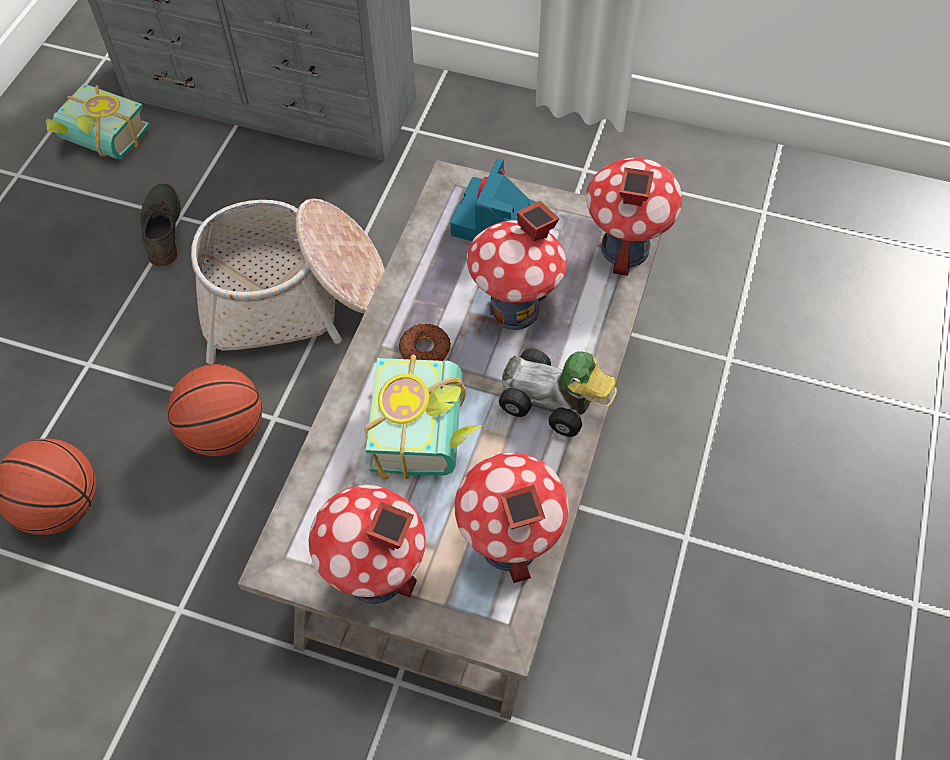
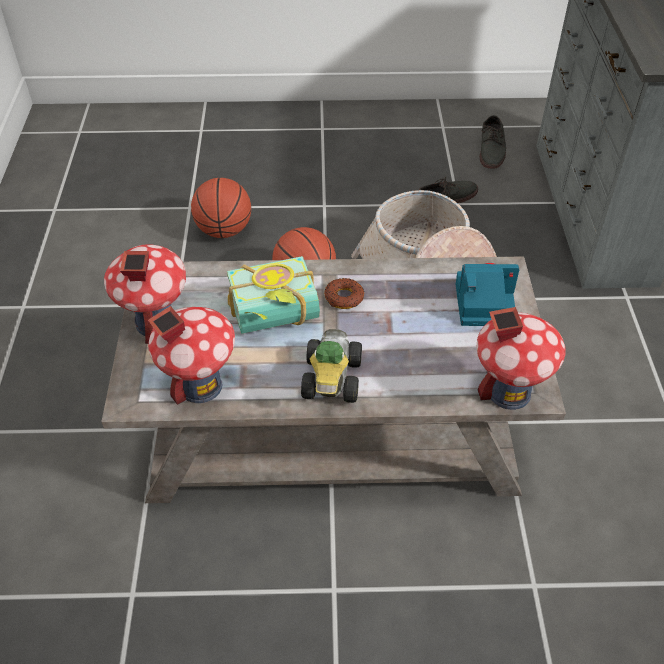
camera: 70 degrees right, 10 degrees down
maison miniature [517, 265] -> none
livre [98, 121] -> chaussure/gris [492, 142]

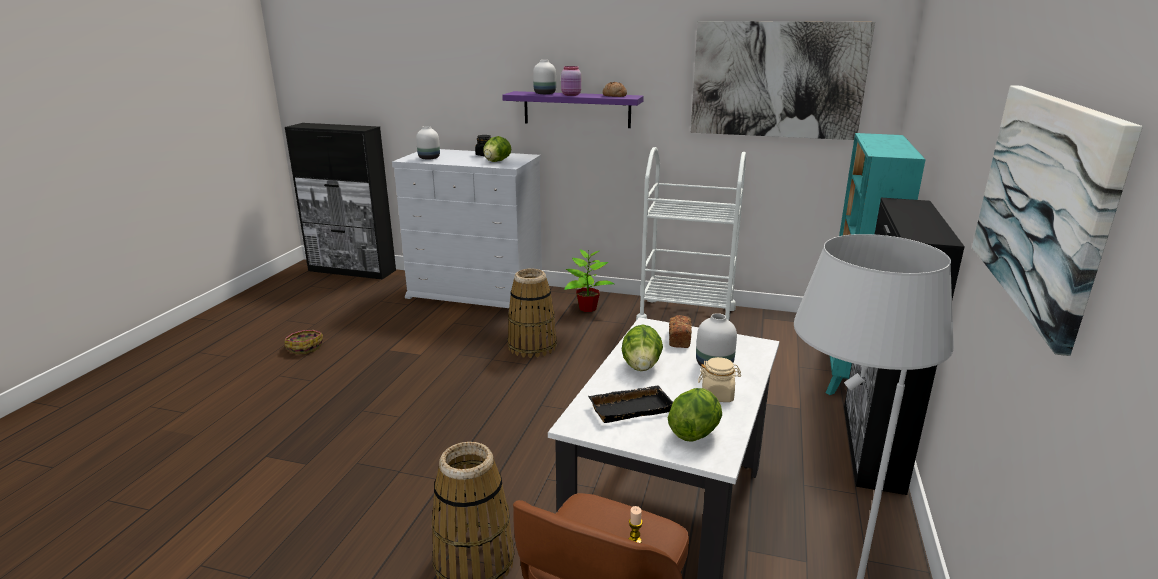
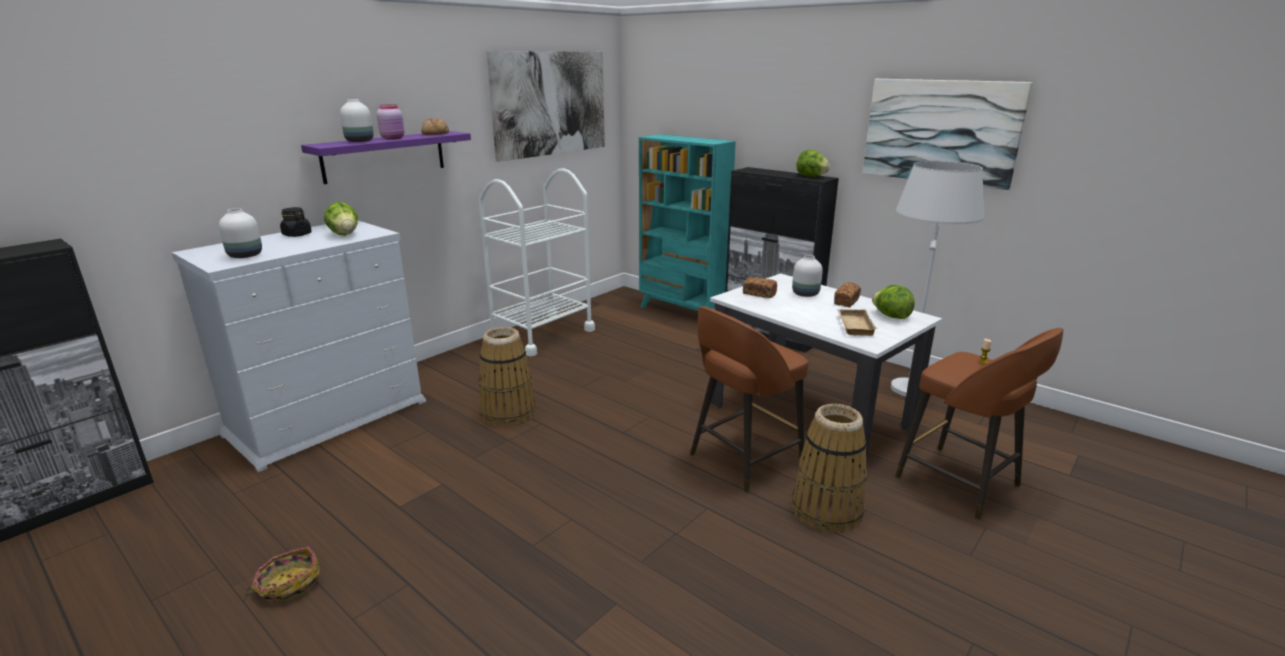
camera: 65 degrees left, 0 degrees up
plante en pot [589, 280] -> none
none -> tabouret/marron [749, 399]
laitue [642, 348] -> laitue [813, 163], moved
bocal/beige [719, 379] -> pain [847, 294]
plateau/noir [630, 404] -> plateau/beige [857, 322]

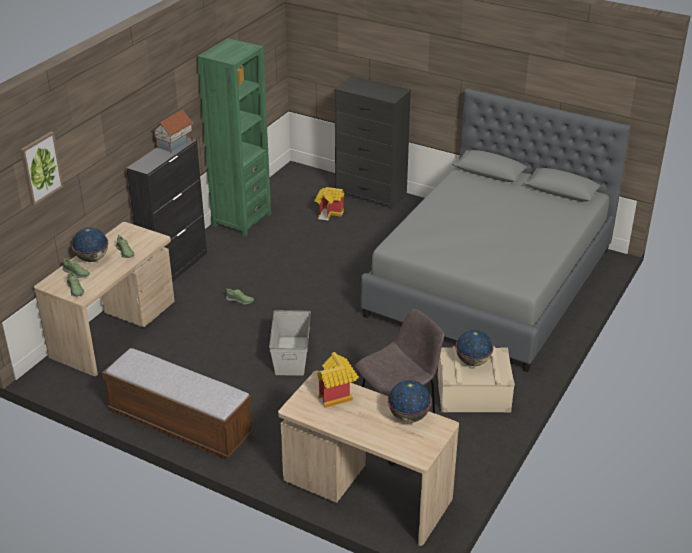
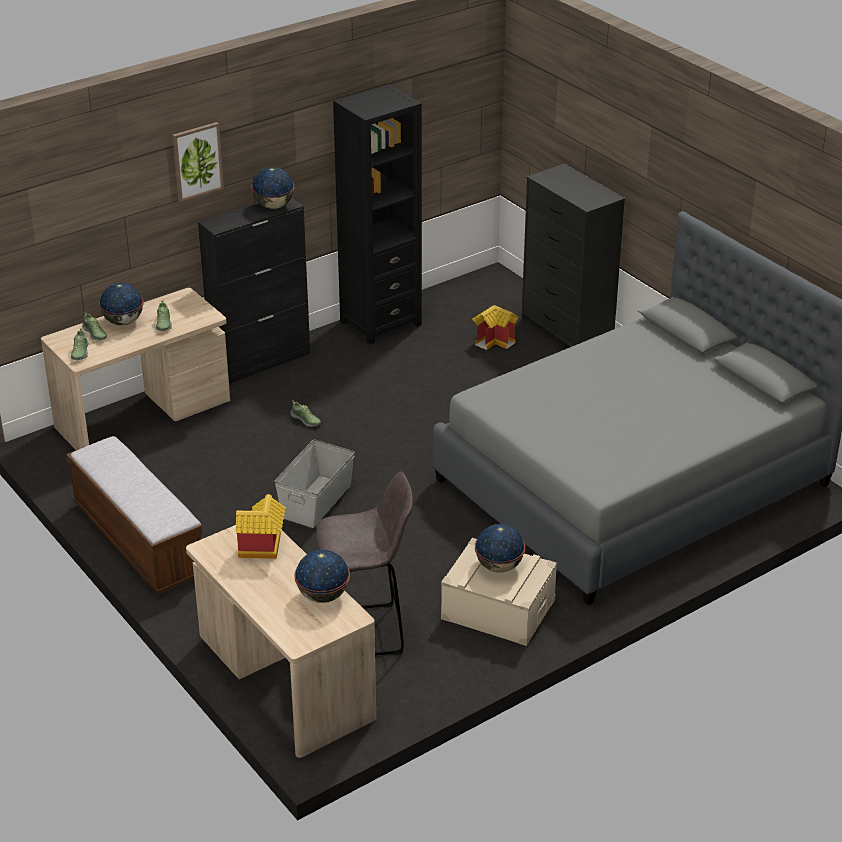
camera: 25 degrees right, 0 degrees up
tableau [42, 168] -> tableau [198, 162], moved
maison miniature [173, 131] -> globe [272, 188]
bibliothèque/vert [234, 137] -> bibliothèque/noir [377, 214]

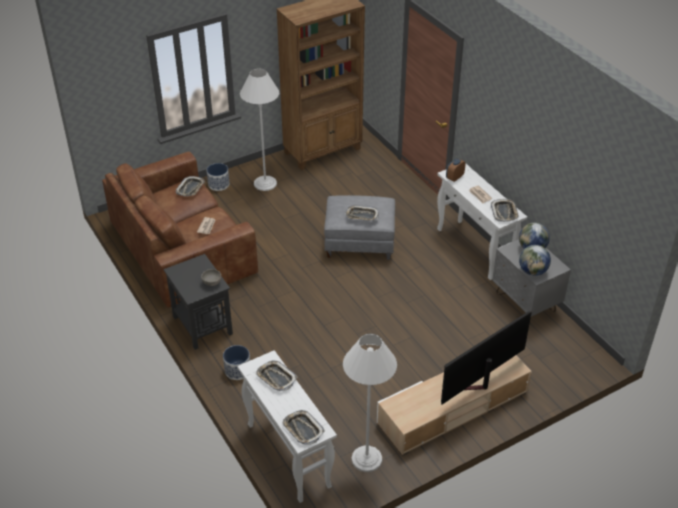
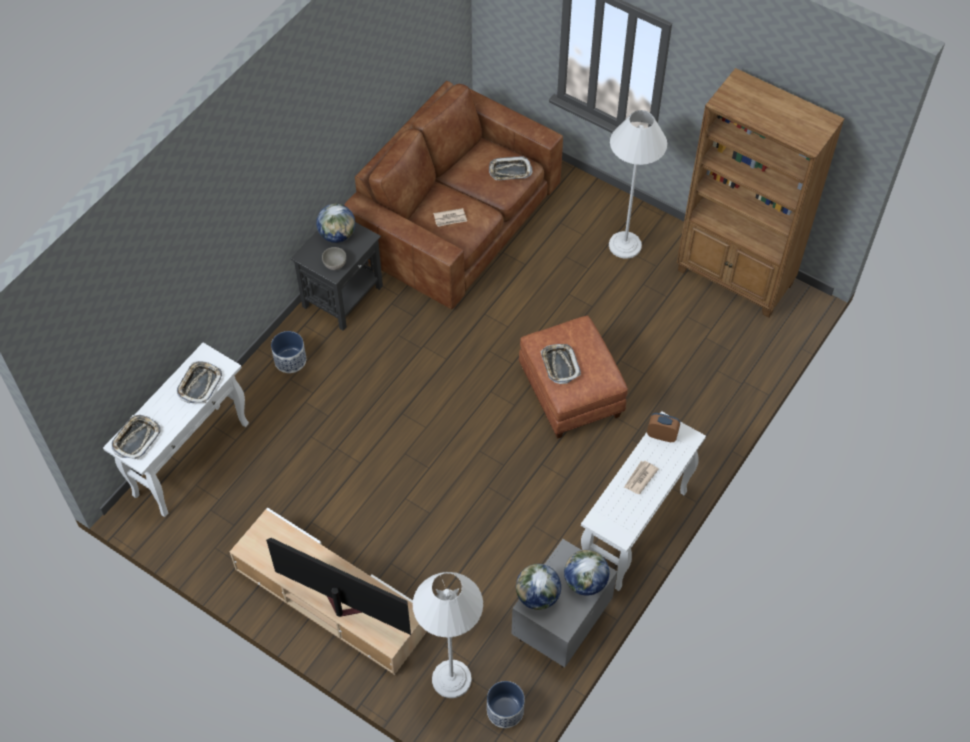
camera: 65 degrees right, 15 degrees up
plateau [505, 210] -> none
none -> globe [335, 223]
cache-pot [218, 177] -> cache-pot [506, 704], moved
lampadaire/blanc [370, 402] -> lampadaire/blanc [448, 635], moved
pouf/gris [359, 227] -> pouf/marron [573, 377]

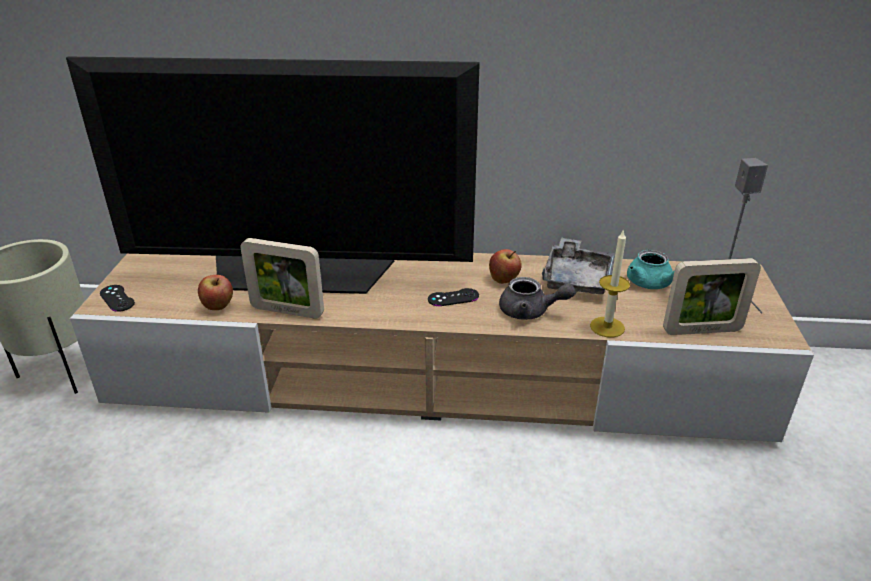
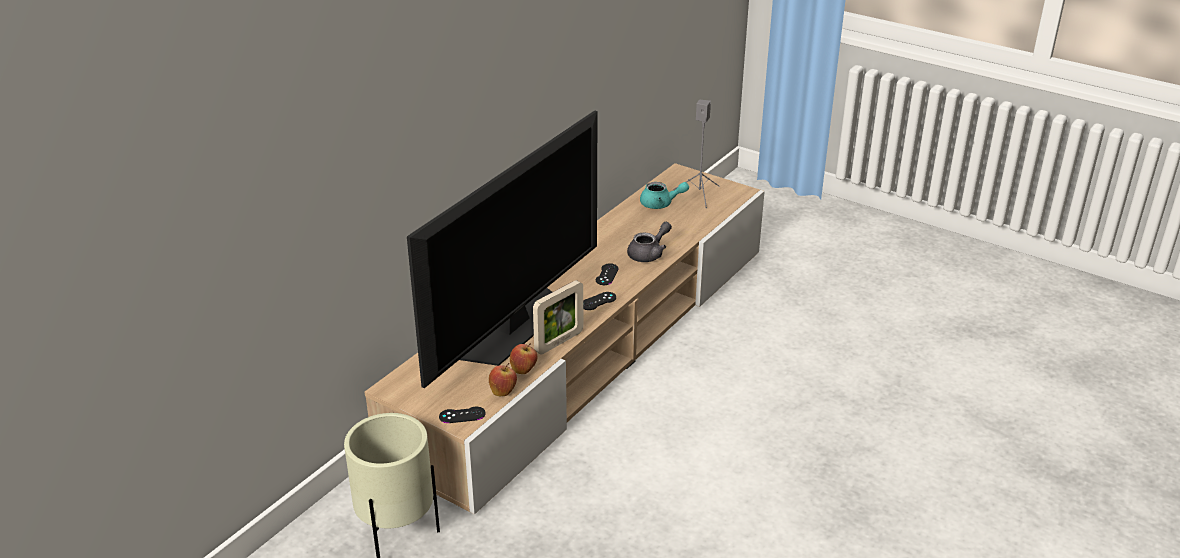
camera: 60 degrees left, 0 degrees up
plateau/gris [578, 265] -> none
bougie [610, 283] -> none
cadre photo [712, 296] -> none
none -> manette/noir [599, 301]
pomme [505, 266] -> pomme [503, 379], moved

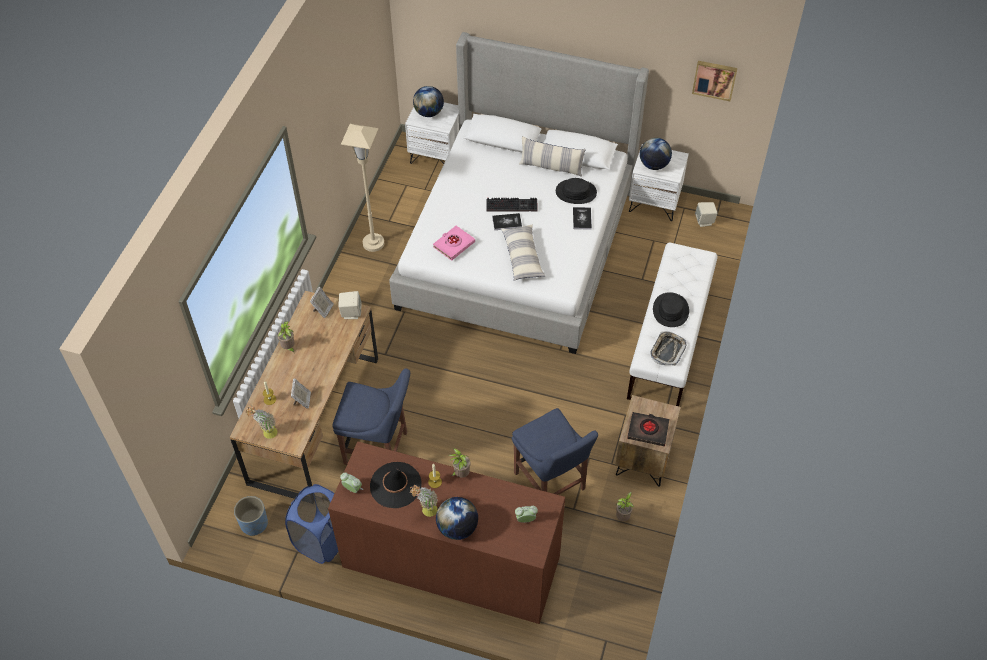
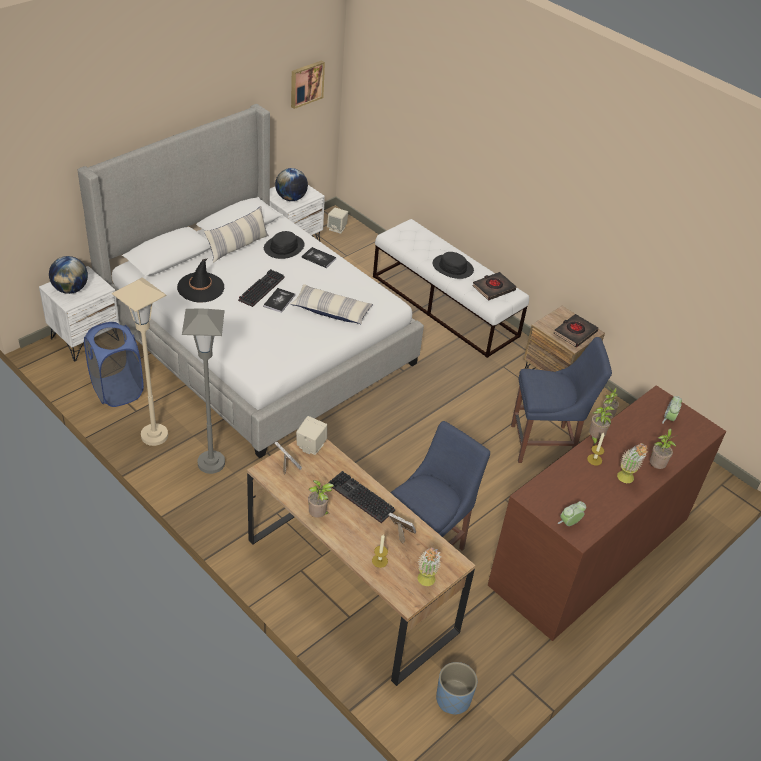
camera: 65 degrees left, 10 degrees down
livre/rose [454, 243] -> none
none -> lampadaire/gris [203, 391]
none -> clavier [362, 497]
panier à linge/bleu [312, 524] -> panier à linge/bleu [114, 364], moved
chapeau/noir [396, 485] -> chapeau/noir [200, 280], moved
globe [457, 518] -> plante en pot [663, 449]
plateau [668, 349] -> livre/noir [494, 286]

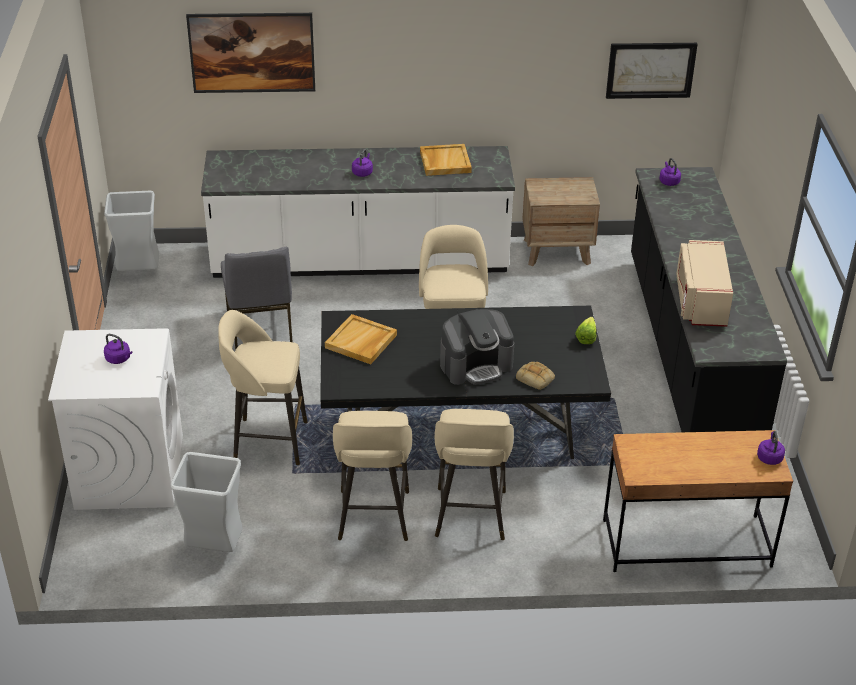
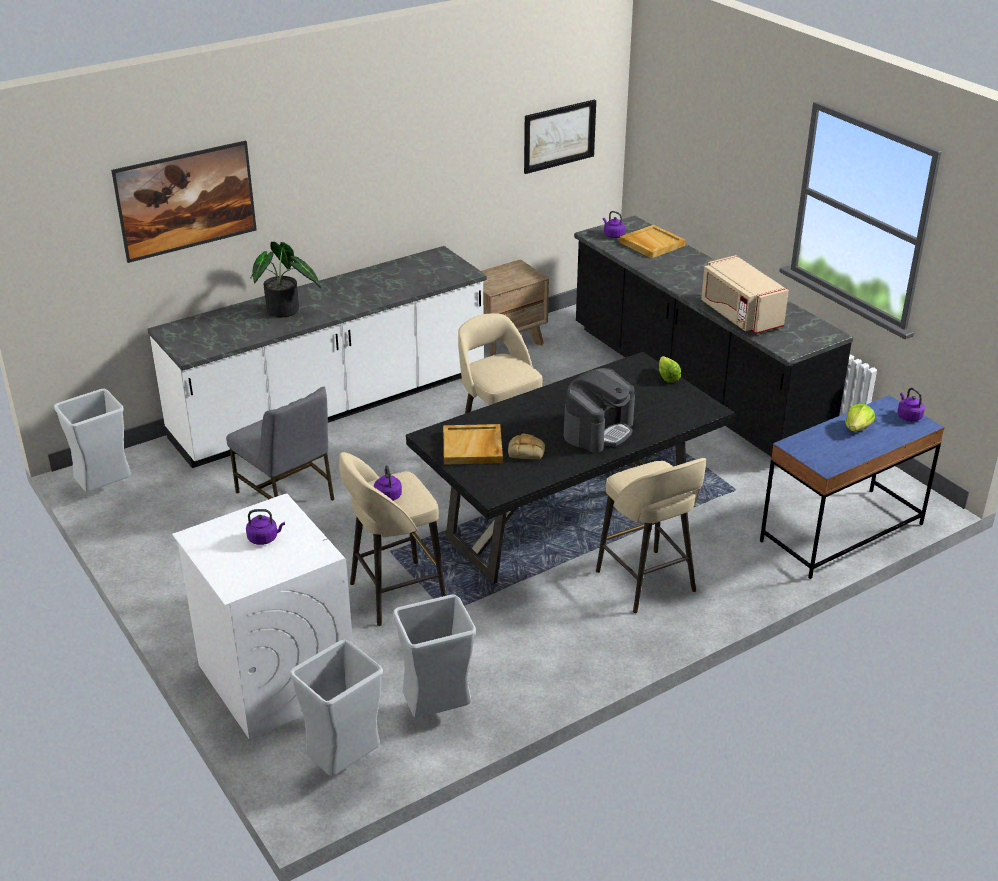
camera: 30 degrees left, 5 degrees down
tabouret/beige [372, 476] -> none
none -> plante en pot [285, 279]
none -> poubelle/gris [336, 708]
none -> laitue [860, 418]
bouilloire/violet [362, 163] -> bouilloire/violet [388, 483], moved
plateau/beige [446, 160] -> plateau/beige [653, 241], moved
pain [535, 376] -> pain [526, 446], moved
bureau/marron [698, 501] -> bureau/bleu [852, 487]

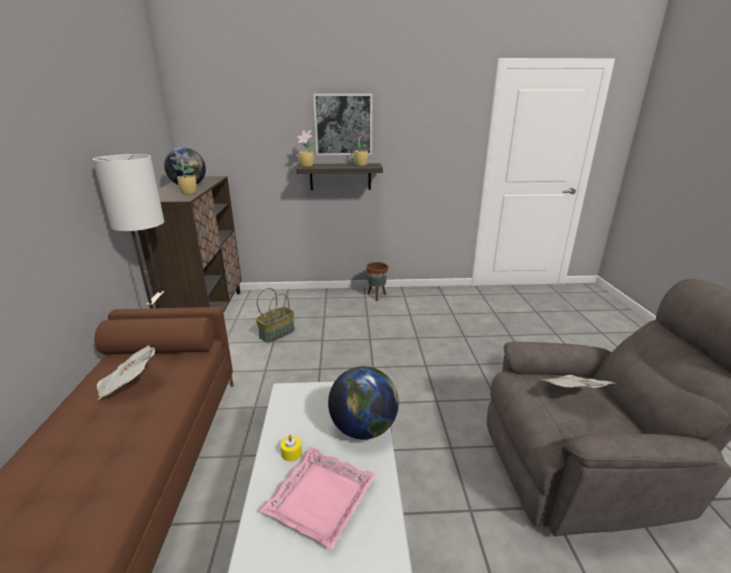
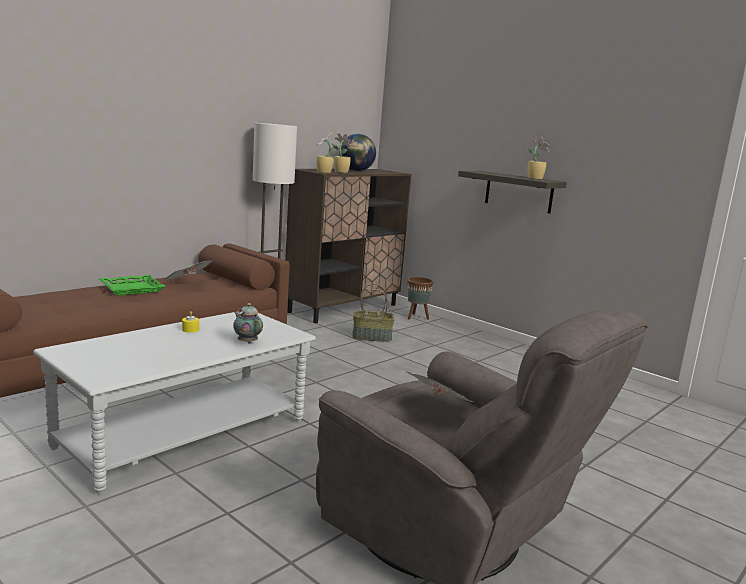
camera: 45 degrees right, 10 degrees down
plateau/rose [317, 498] -> none
tableau [342, 124] -> none
none -> plateau/vert [132, 285]
plante en pot [306, 148] -> plante en pot [325, 153], moved
cache-pot/marron [377, 281] -> cache-pot/marron [420, 298], moved
globe [363, 402] -> théière [248, 323]

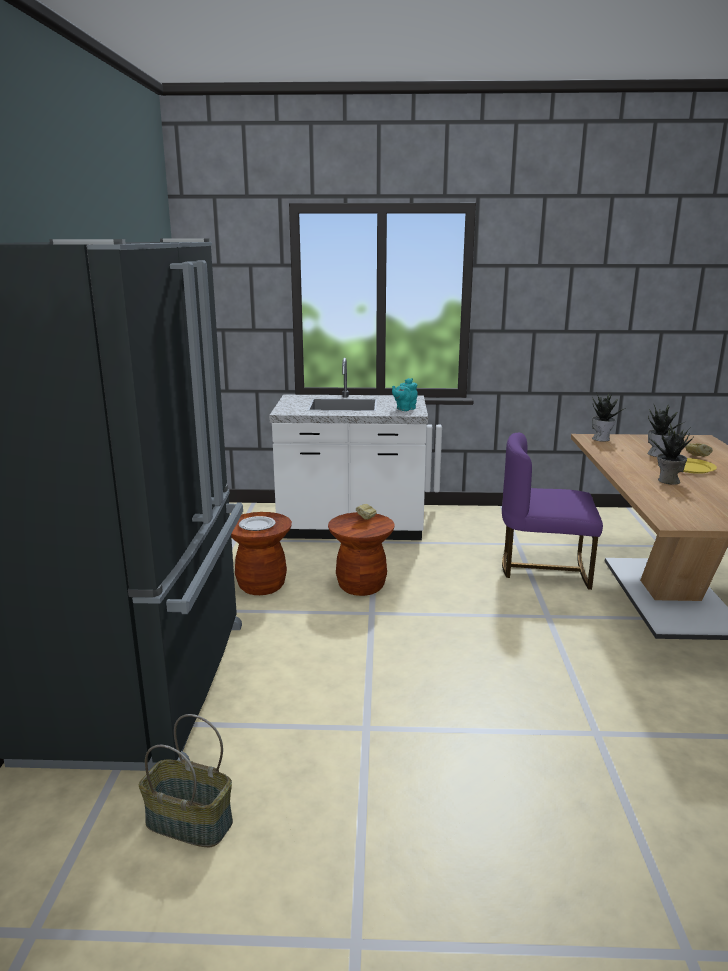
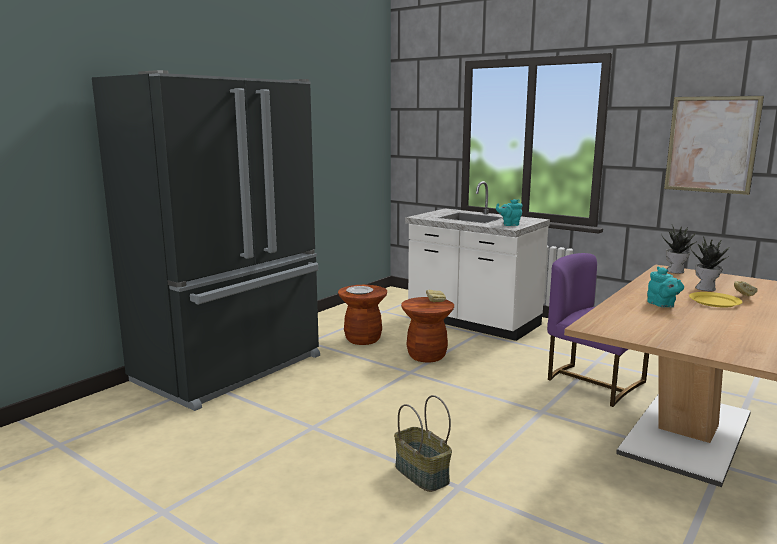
camera: 35 degrees right, 5 degrees down
none -> tableau [714, 145]
panier [186, 780] -> panier [423, 443], moved
plante en pot [671, 454] -> théière/turquoise [665, 287]

